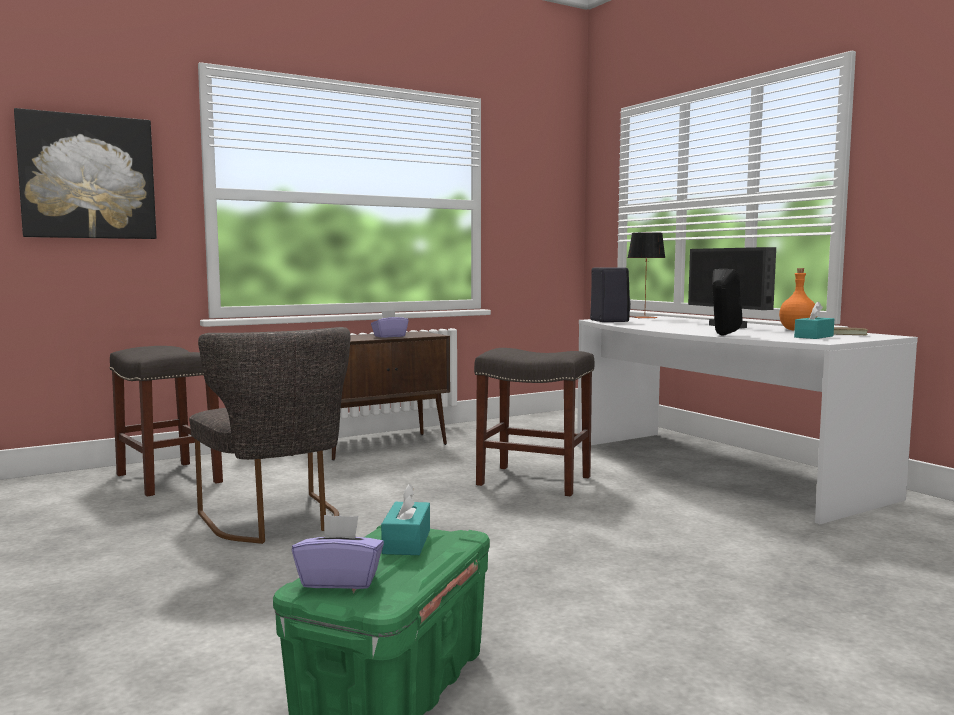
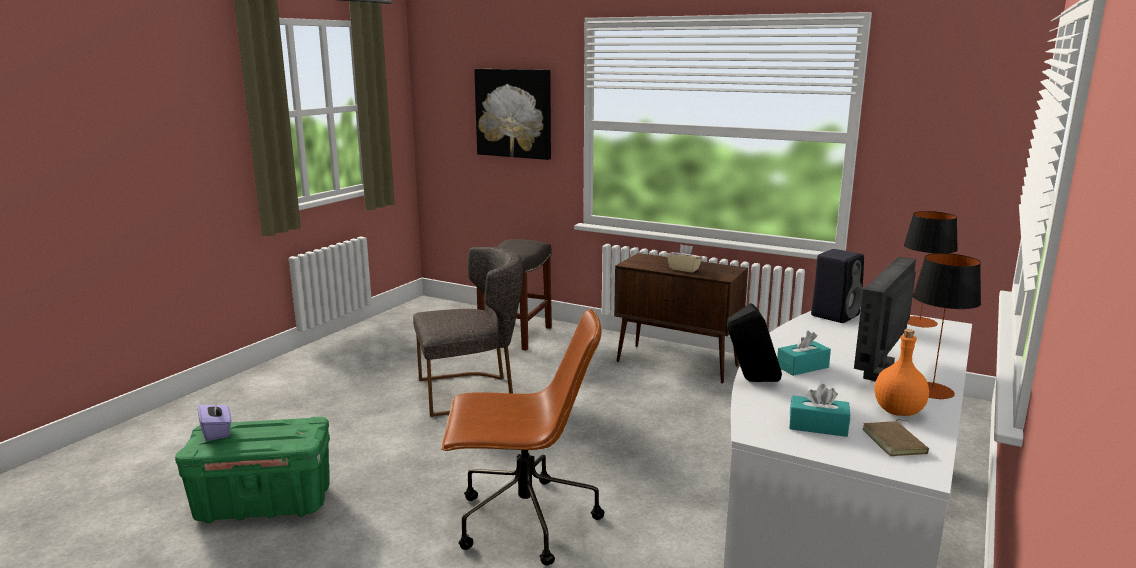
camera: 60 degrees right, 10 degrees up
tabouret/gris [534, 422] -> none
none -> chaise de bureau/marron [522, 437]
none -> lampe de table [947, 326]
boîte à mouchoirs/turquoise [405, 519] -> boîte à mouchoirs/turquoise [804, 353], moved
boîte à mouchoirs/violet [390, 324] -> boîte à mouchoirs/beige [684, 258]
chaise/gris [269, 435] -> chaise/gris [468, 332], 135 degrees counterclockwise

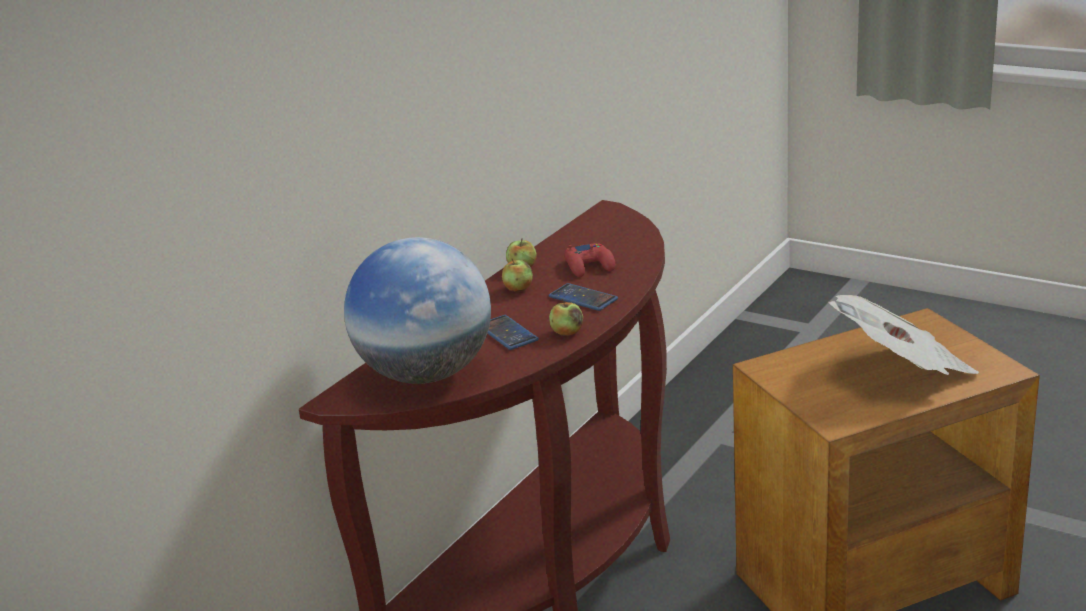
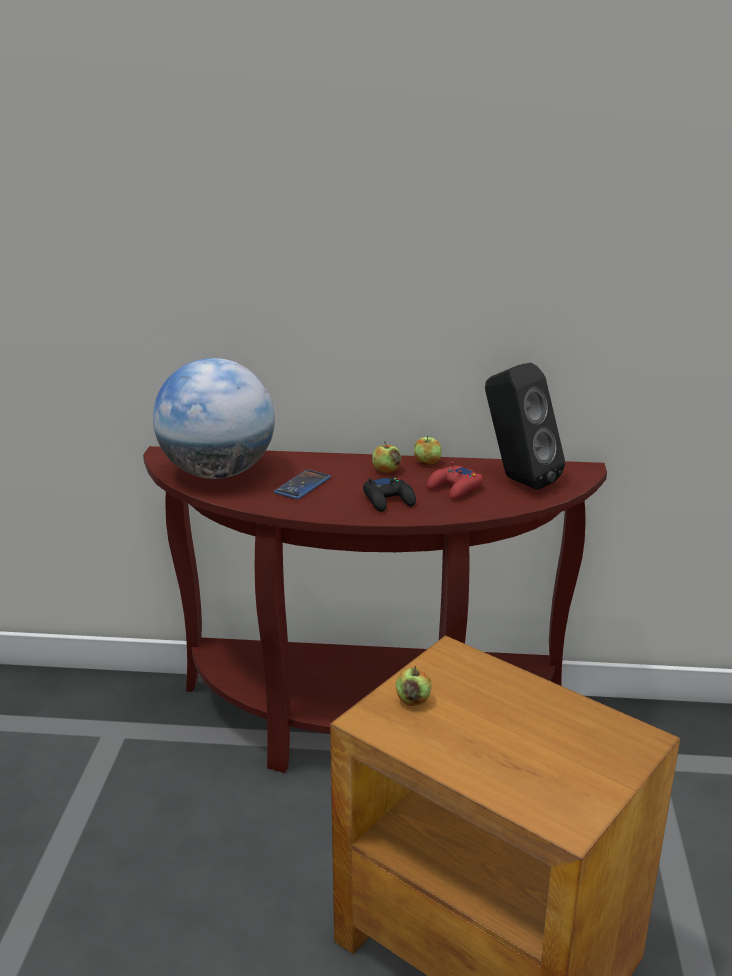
camera: 60 degrees right, 0 degrees up
journal [903, 335] -> none
none -> enceinte/noir [525, 426]
pomme [566, 317] -> pomme [414, 686], moved
téléphone [583, 297] -> manette/noir [389, 494]

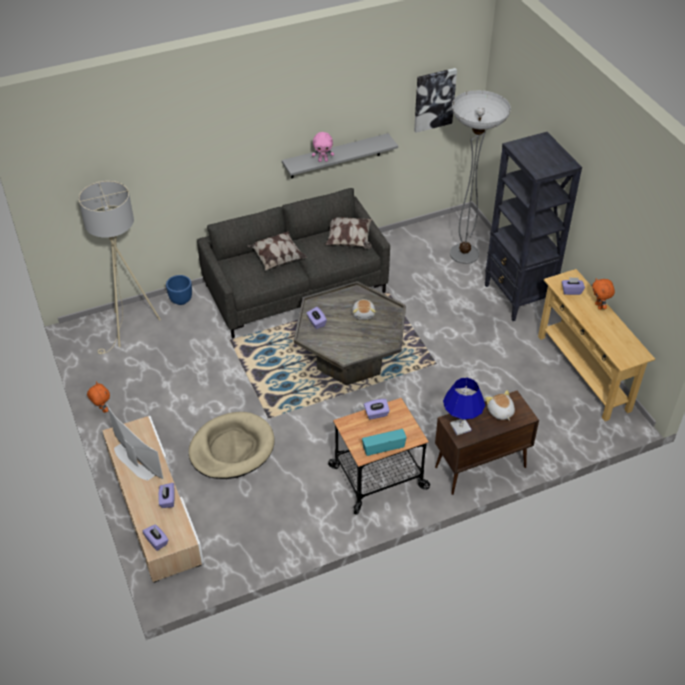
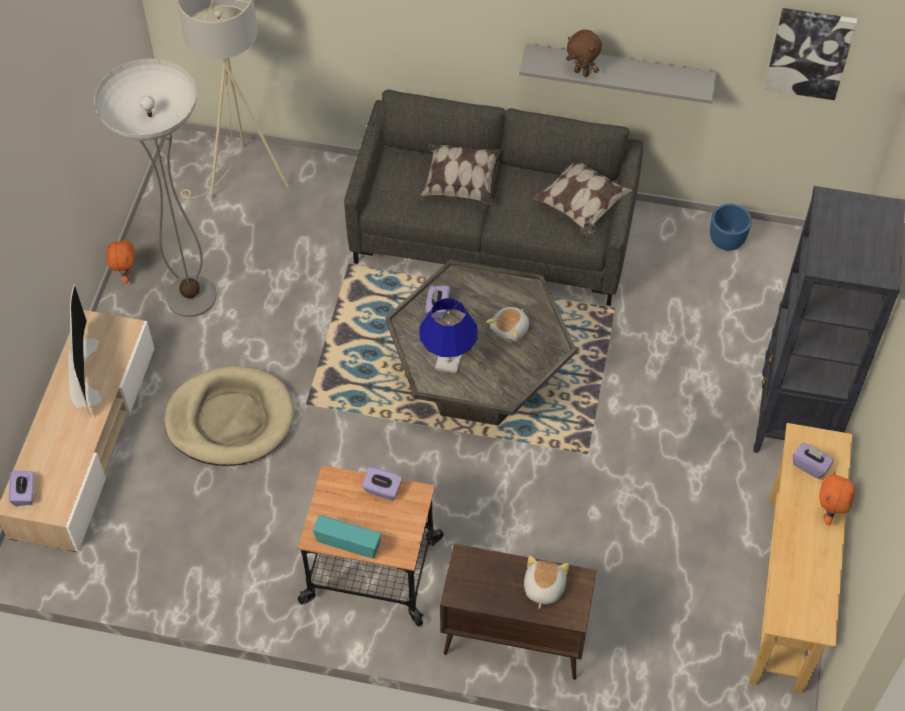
camera: 35 degrees right, 10 degrees up
boîte à mouchoirs/violet [166, 495] -> none
cache-pot/bleu [179, 290] -> cache-pot/bleu [731, 227], moved
lampe de table/bleu [464, 406] -> lampe de table/bleu [449, 336], moved
lampadaire [480, 177] -> lampadaire [155, 188], moved
peluche/rose [323, 147] -> peluche/marron [584, 53]

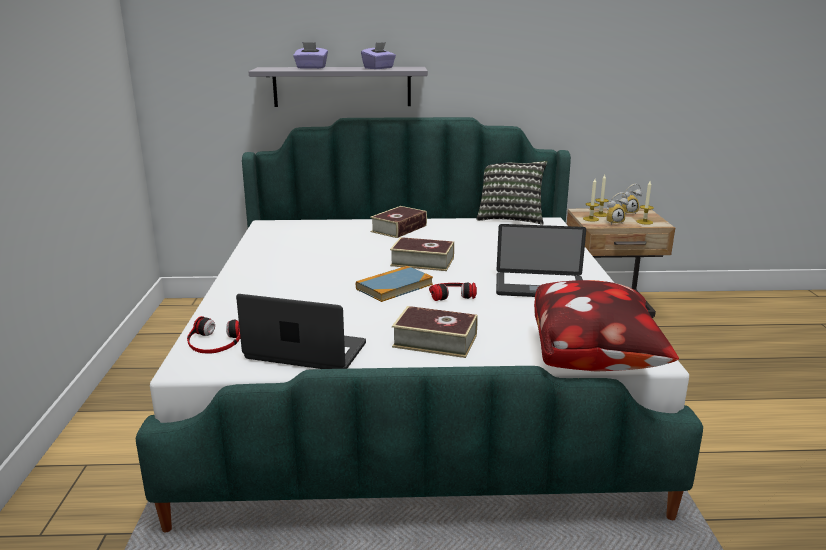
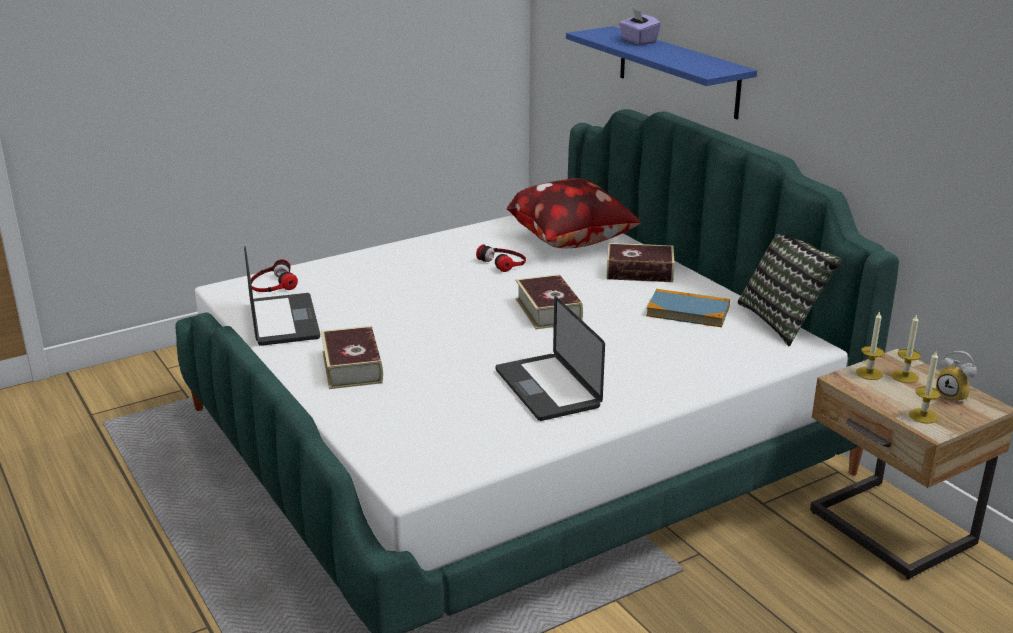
camera: 60 degrees right, 5 degrees up
boîte à mouchoirs/violet [378, 55] -> none
réveil [617, 208] -> none
livre [394, 284] -> livre [688, 308], moved
casque audio [453, 291] -> casque audio [501, 258], moved
coussin [606, 325] -> coussin [574, 213], moved
étagère/gris [338, 87] -> étagère/bleu [661, 72]

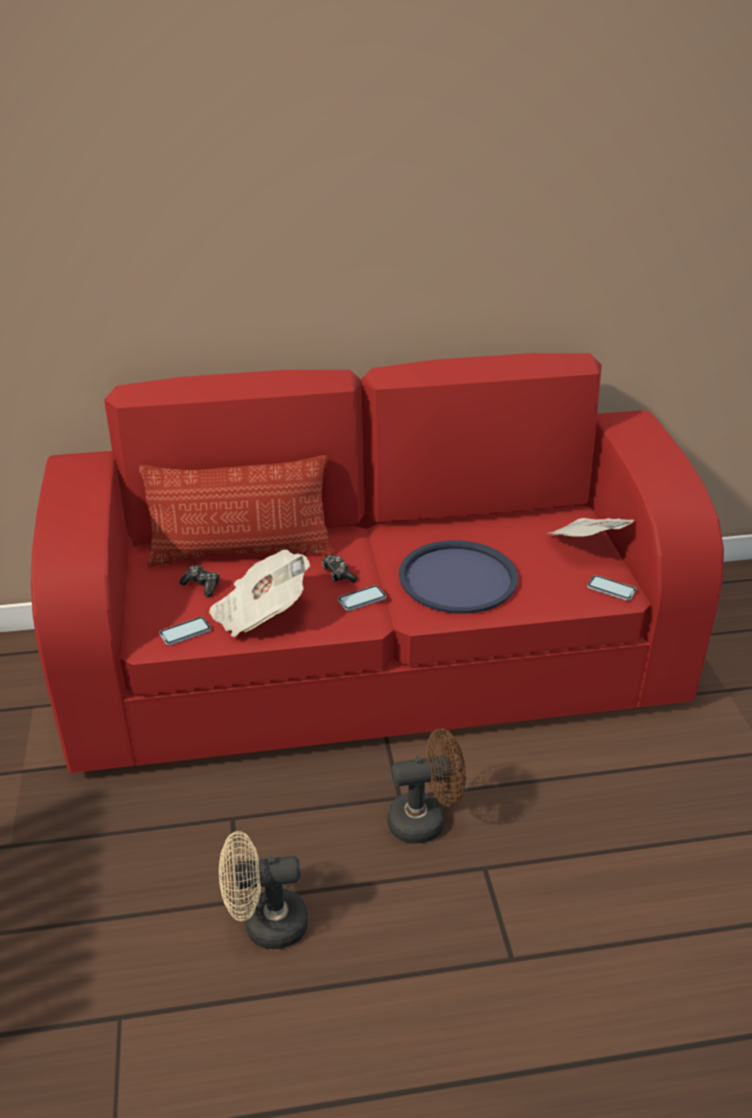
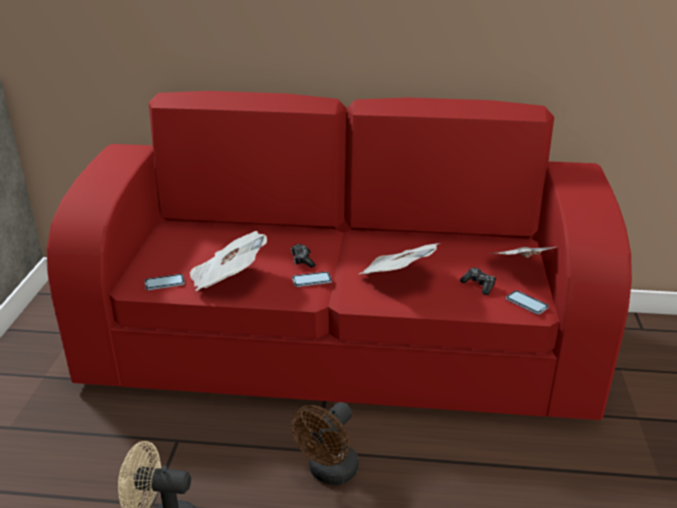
camera: 15 degrees right, 5 degrees down
coussin [236, 510] -> none
manette [199, 581] -> manette [478, 281], moved
plateau/bleu [458, 577] -> journal [399, 258]
ventilateur/marron [426, 786] -> ventilateur/marron [325, 443], 120 degrees clockwise

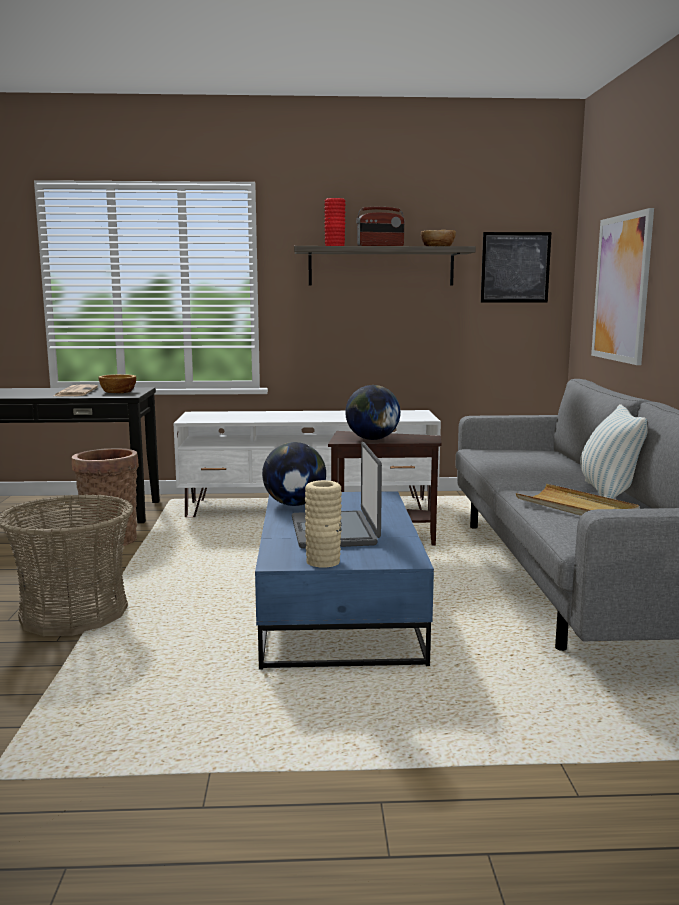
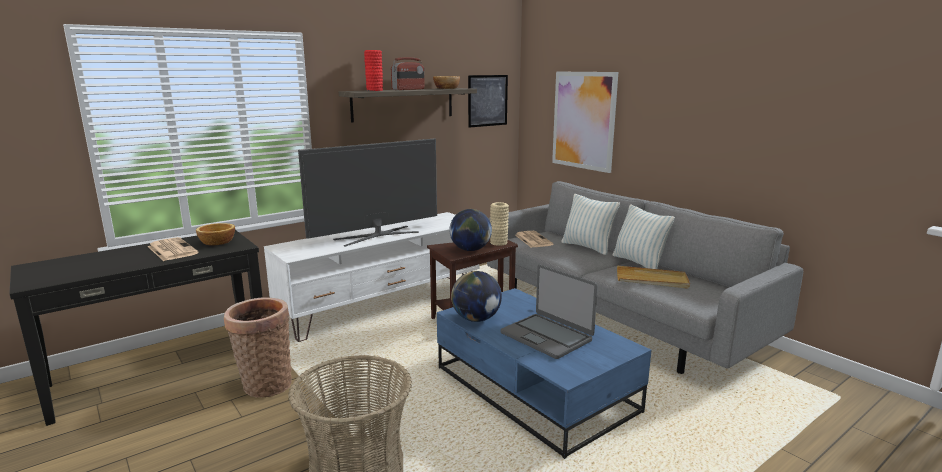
camera: 35 degrees left, 5 degrees up
none -> téléviseur [367, 192]
none -> journal [534, 239]
none -> coussin [590, 224]
vase/beige [323, 524] -> vase/beige [499, 224], moved

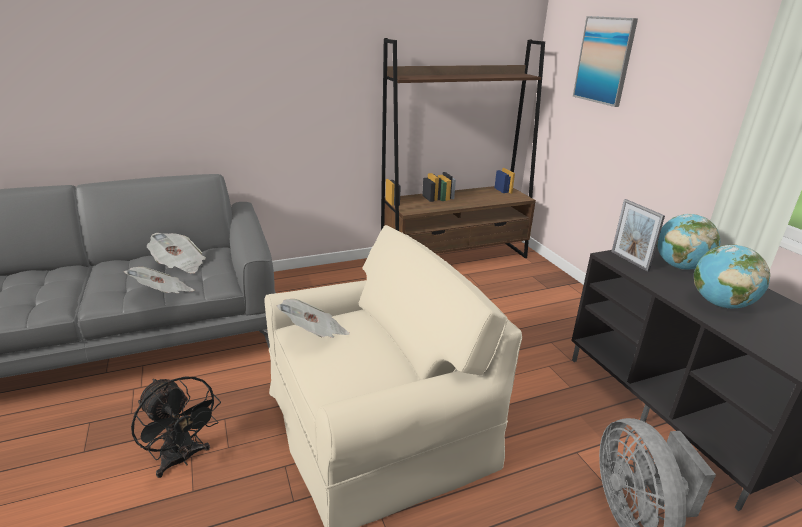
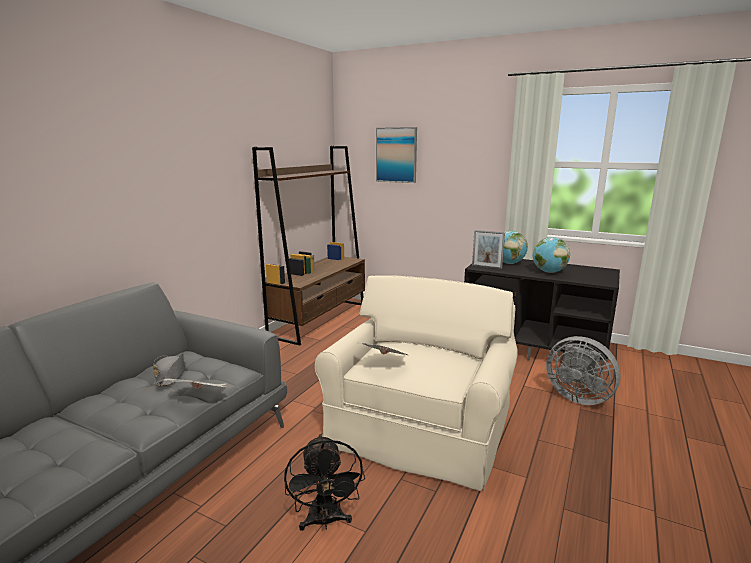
camera: 40 degrees left, 10 degrees down
journal [176, 253] -> chapeau/gris [169, 370]
ventilateur/noir [176, 427] -> ventilateur/noir [324, 482], 75 degrees clockwise

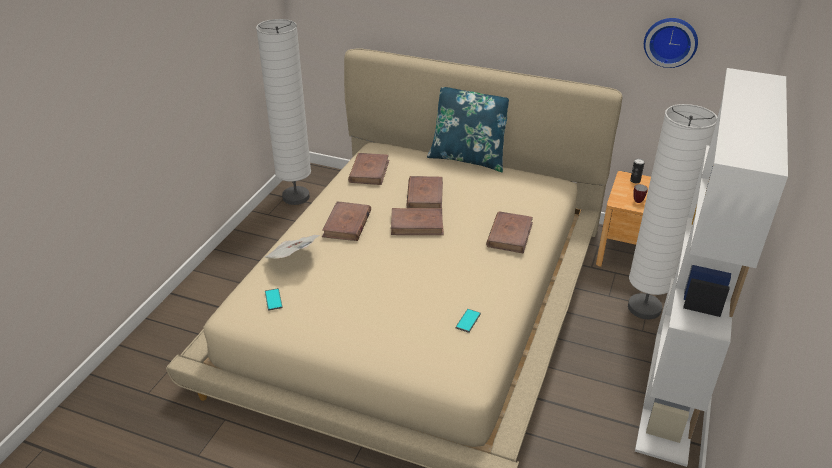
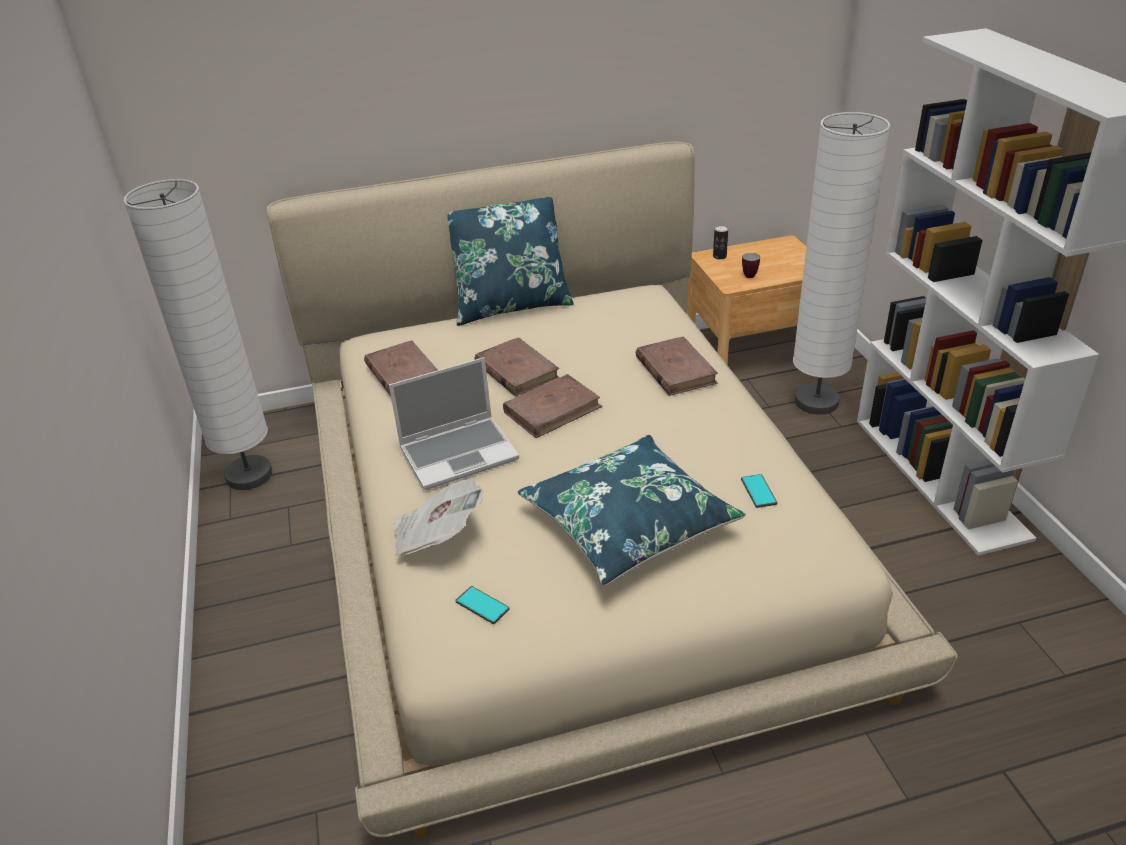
camera: 35 degrees left, 0 degrees up
horloge murale [671, 43] -> none
none -> coussin/bleu [632, 510]
livre/marron [346, 221] -> ordinateur portable [454, 423]

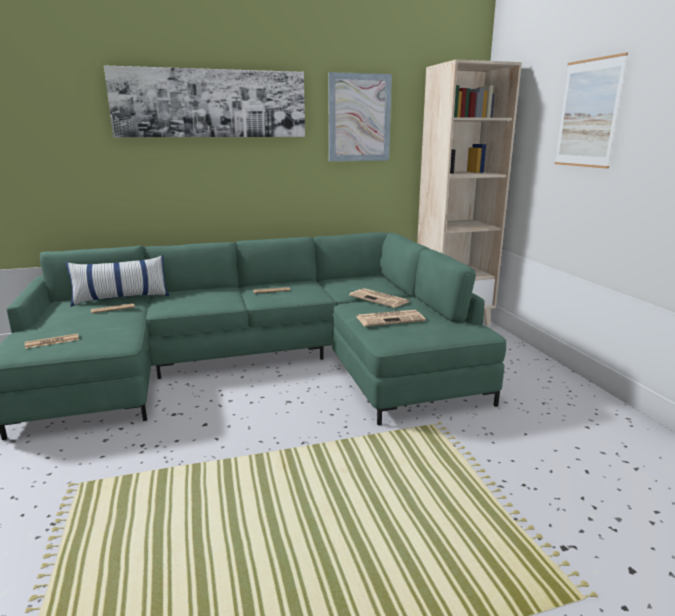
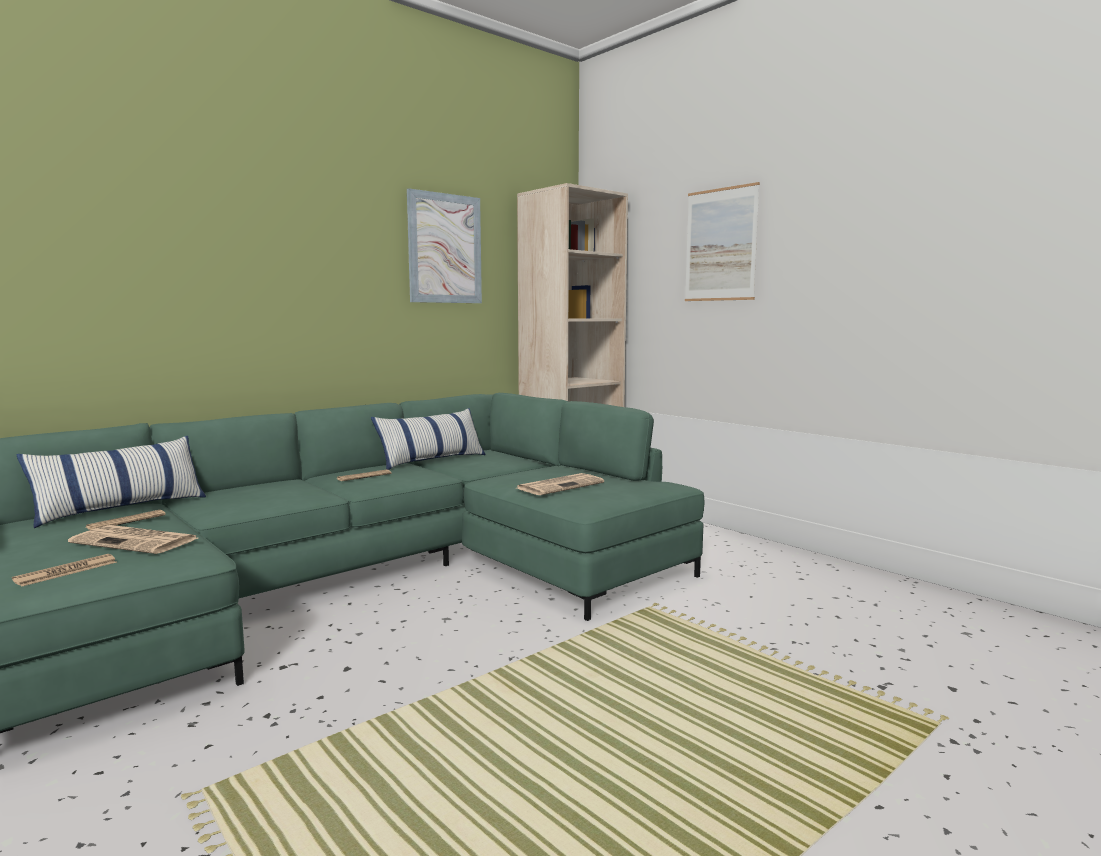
camera: 25 degrees left, 10 degrees down
tableau [204, 101] -> none
none -> coussin [428, 439]
journal [379, 298] -> journal [133, 539], moved

